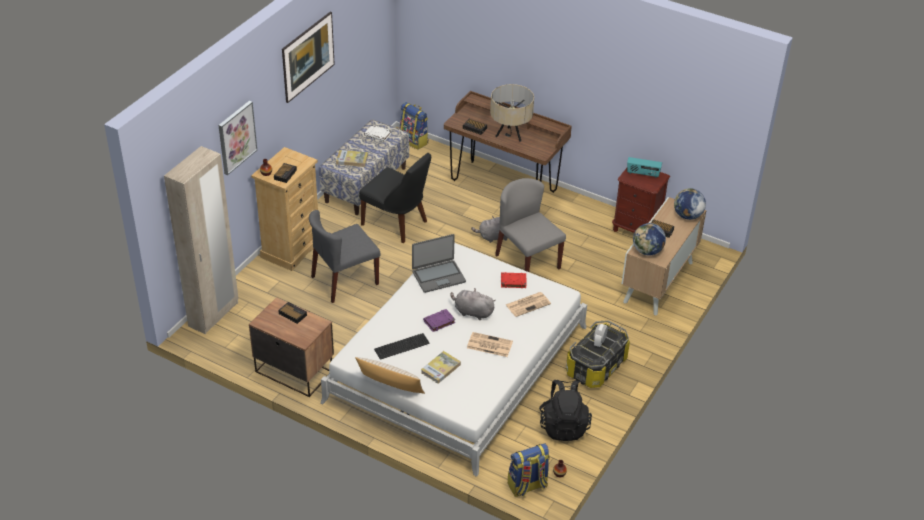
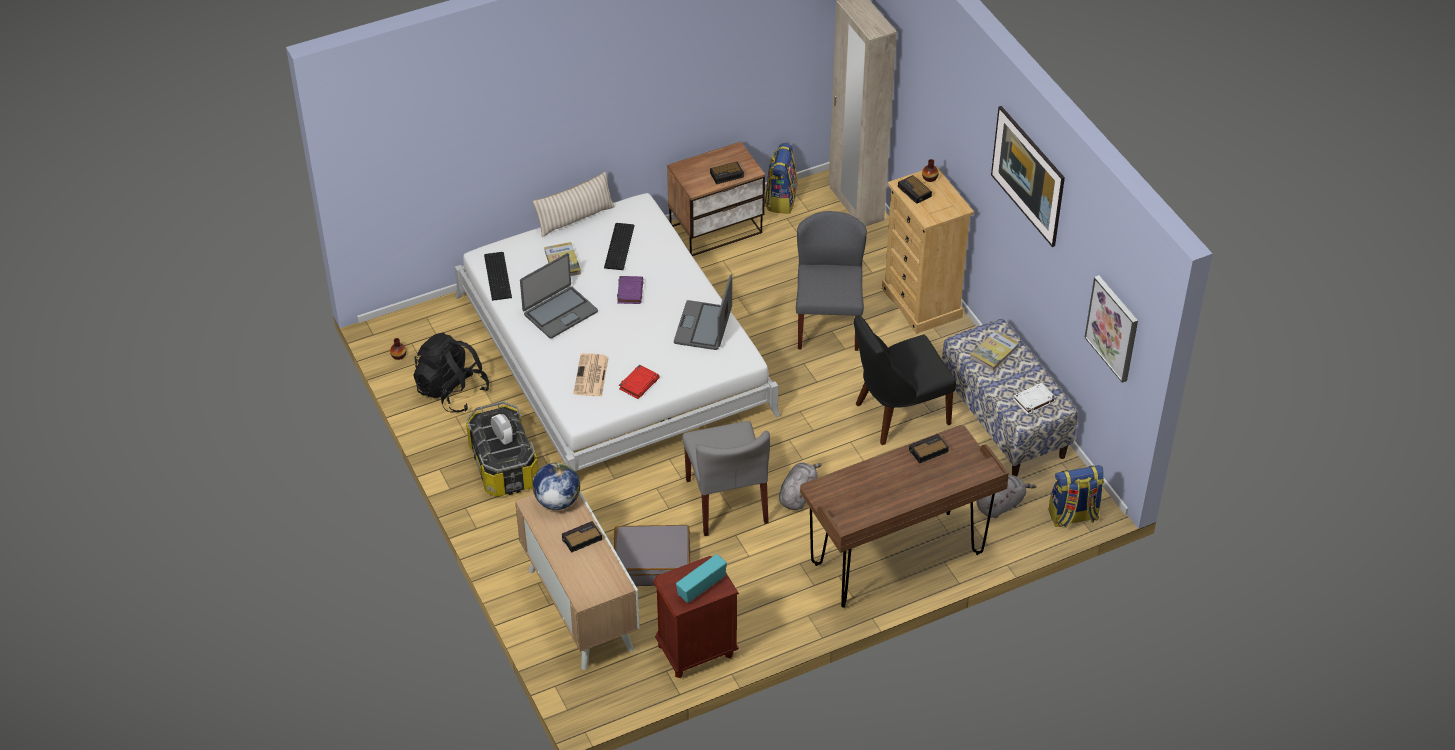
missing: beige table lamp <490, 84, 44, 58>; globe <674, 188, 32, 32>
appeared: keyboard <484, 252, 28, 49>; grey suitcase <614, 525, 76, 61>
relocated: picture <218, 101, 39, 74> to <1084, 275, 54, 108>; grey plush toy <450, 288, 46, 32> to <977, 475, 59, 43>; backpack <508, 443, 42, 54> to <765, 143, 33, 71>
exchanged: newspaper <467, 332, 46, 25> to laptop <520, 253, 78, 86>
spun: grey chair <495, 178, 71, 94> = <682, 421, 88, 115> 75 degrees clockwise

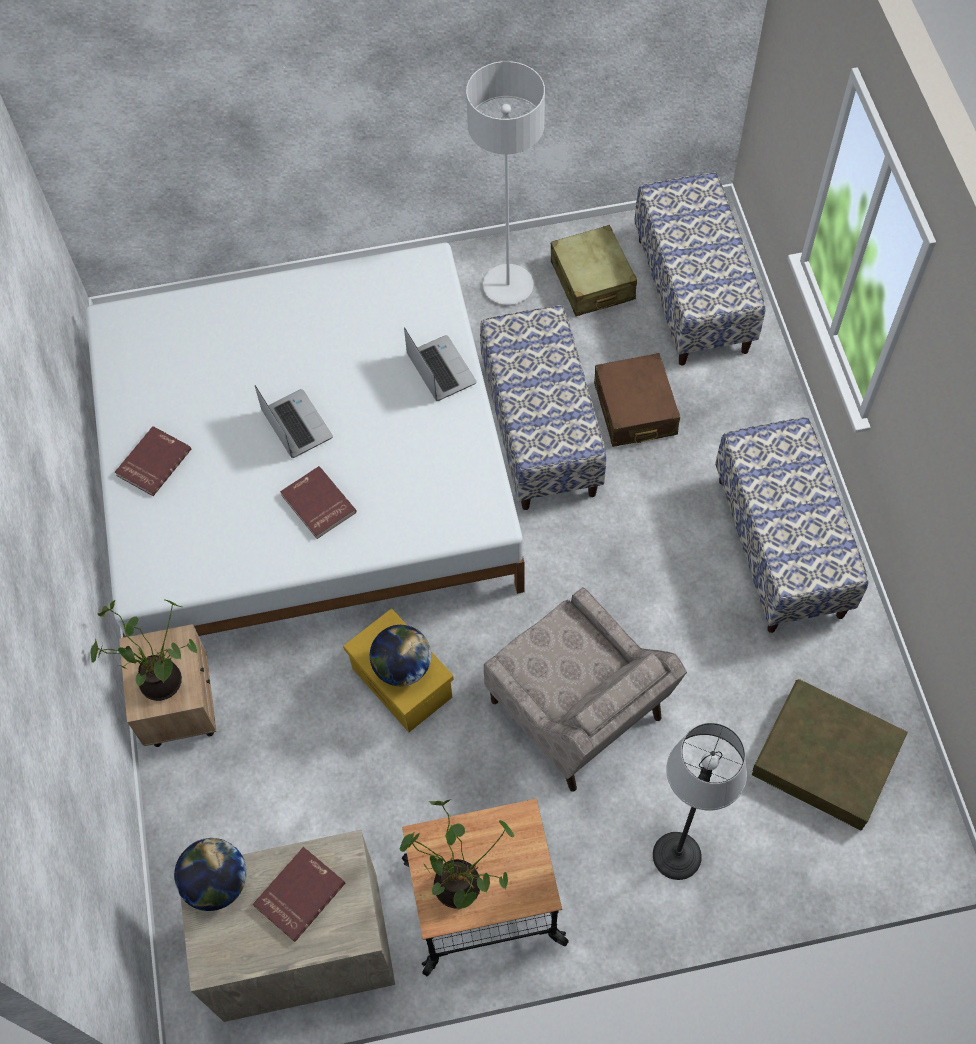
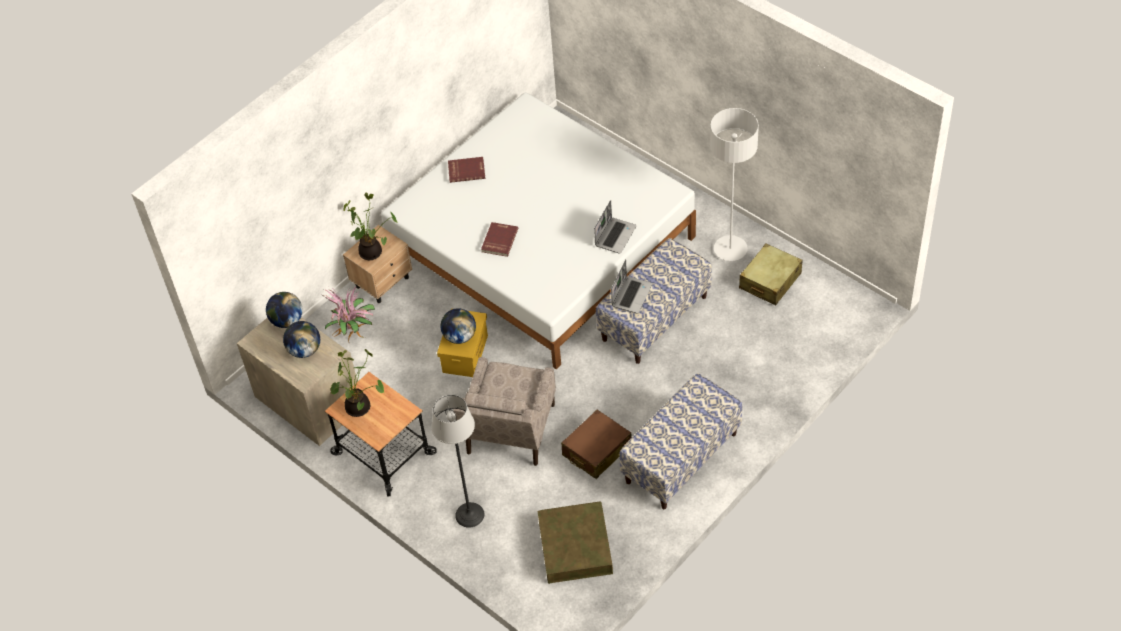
missing: bench <634, 172, 131, 194>
appeared: potted plant <324, 286, 51, 56>
relocated: brown suitcase <594, 353, 86, 94> to <561, 410, 70, 69>; laptop <255, 385, 78, 73> to <611, 259, 41, 54>
exchanged: red book <253, 847, 92, 95> to globe <283, 321, 37, 37>

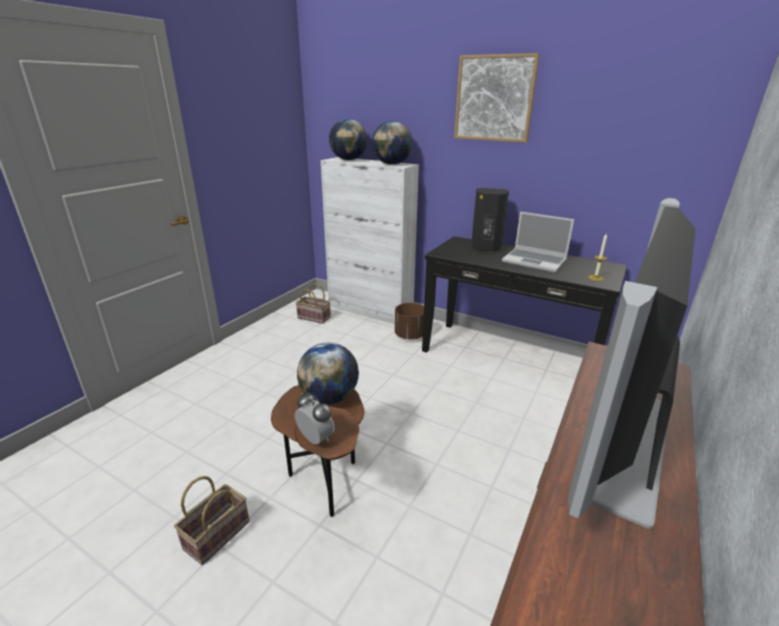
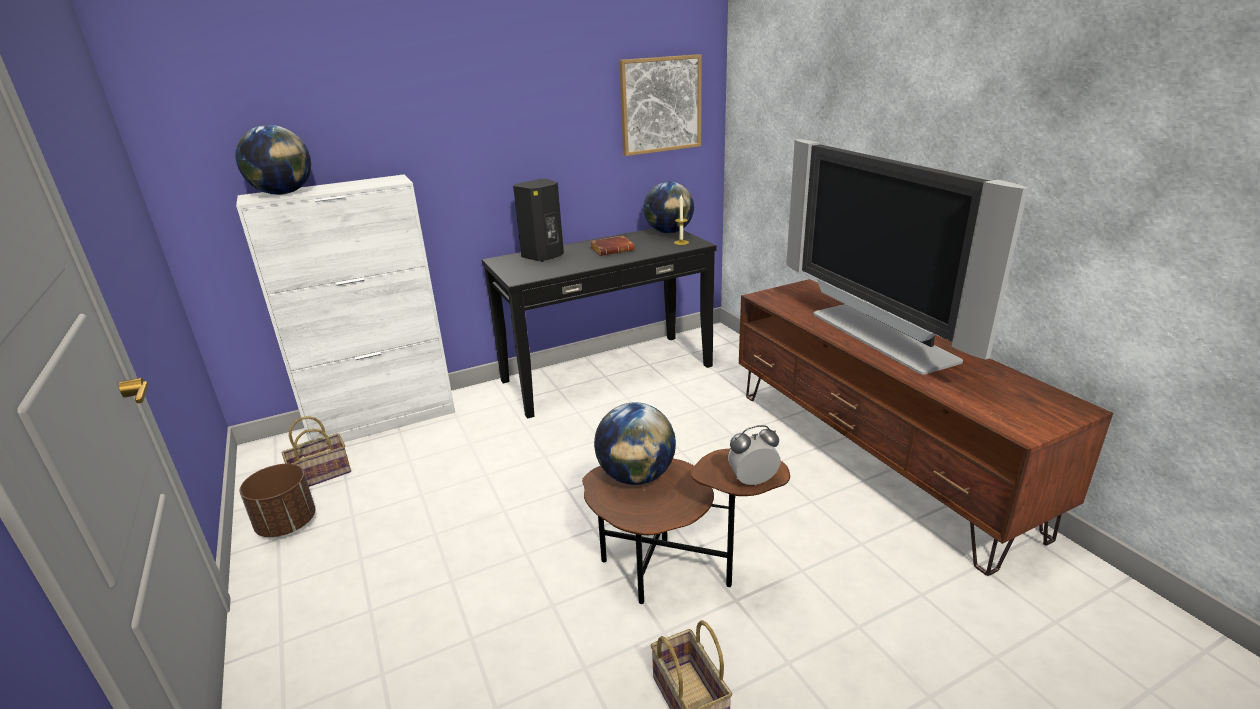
relocated: picture <454, 53, 86, 90> to <619, 54, 83, 102>; globe <372, 121, 41, 44> to <644, 182, 50, 51>; brown planter <395, 303, 29, 36> to <239, 464, 77, 73>
exchanged: laptop <502, 212, 72, 61> to brown book <590, 236, 45, 20>

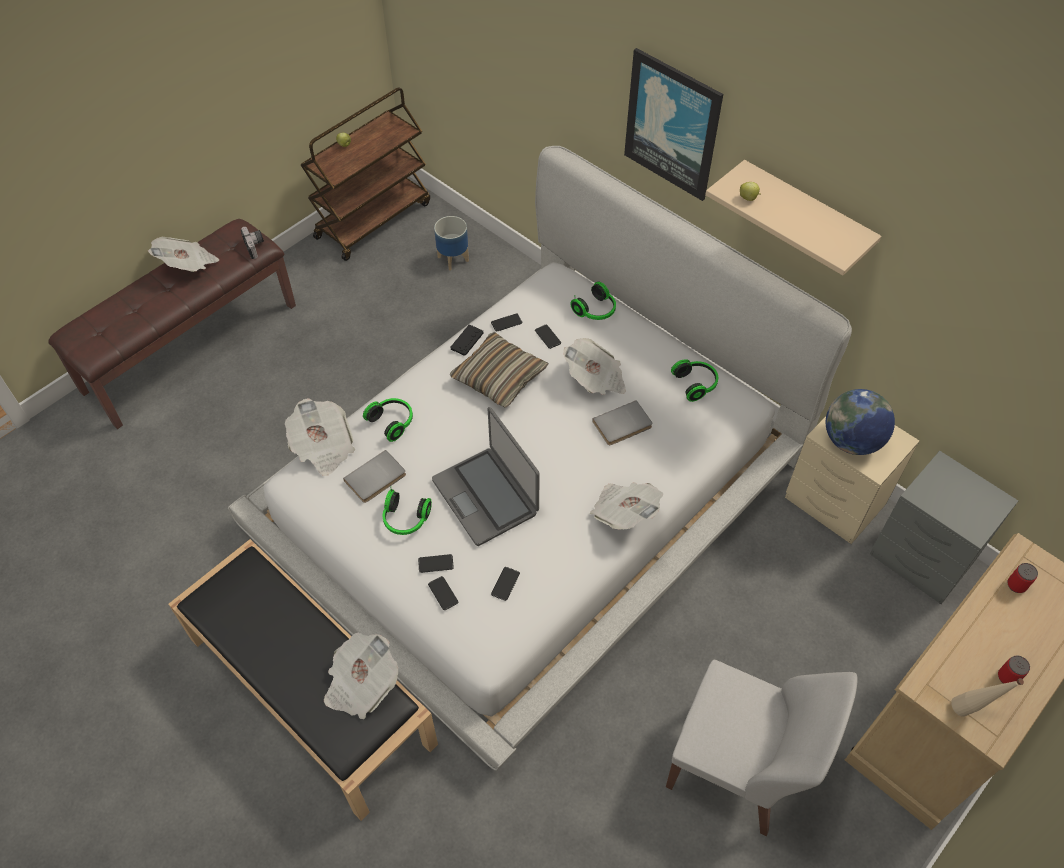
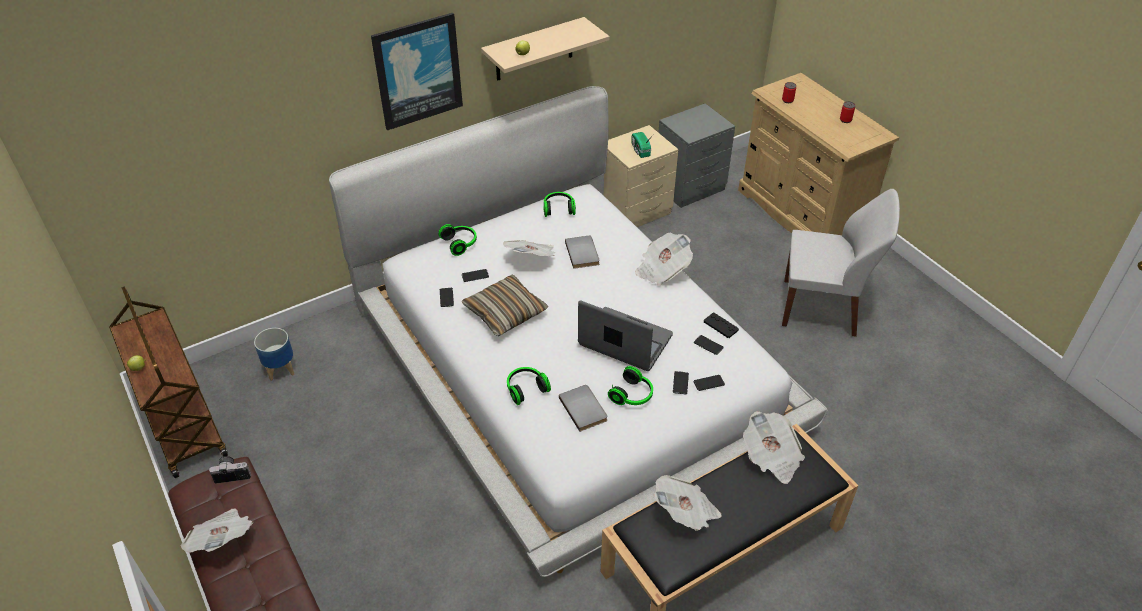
missing: beige bottle <951, 678, 73, 39>
relocated: black game controller <450, 325, 34, 31> to <704, 313, 35, 25>; newspaper <285, 398, 70, 78> to <653, 475, 68, 56>
exchanged: globe <826, 389, 69, 66> to radio <631, 132, 22, 26>
spun: laptop <432, 407, 108, 139> = <578, 300, 95, 71> 135 degrees counterclockwise; white chair <666, 660, 192, 176> = <782, 189, 118, 148> 60 degrees clockwise

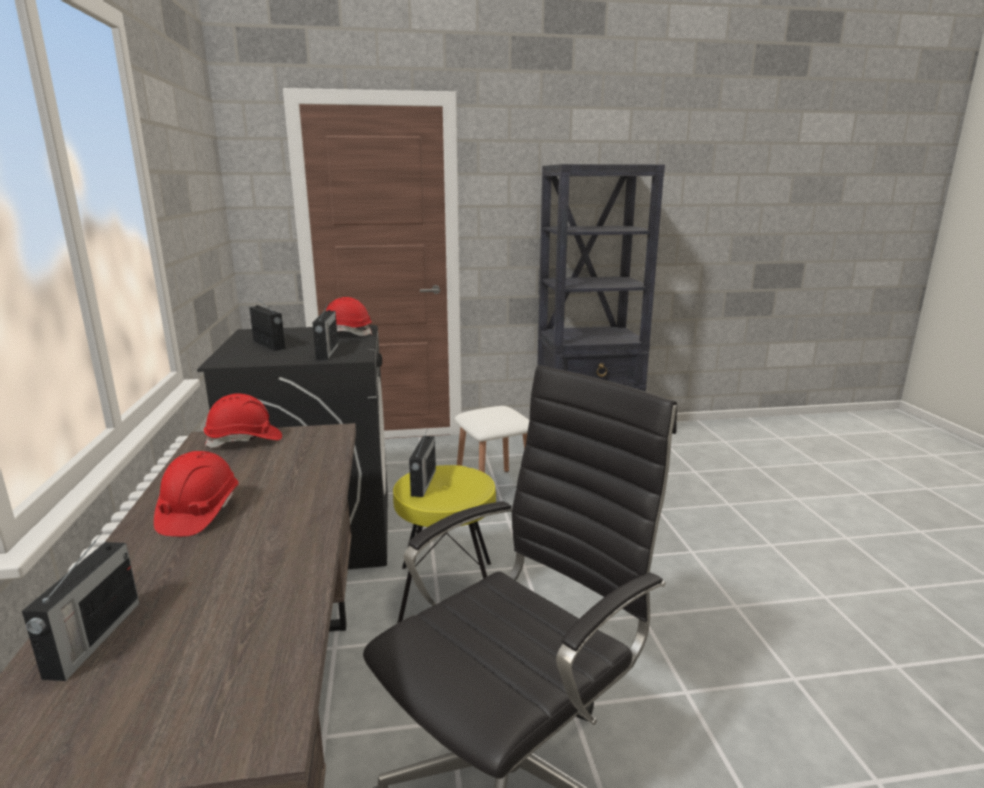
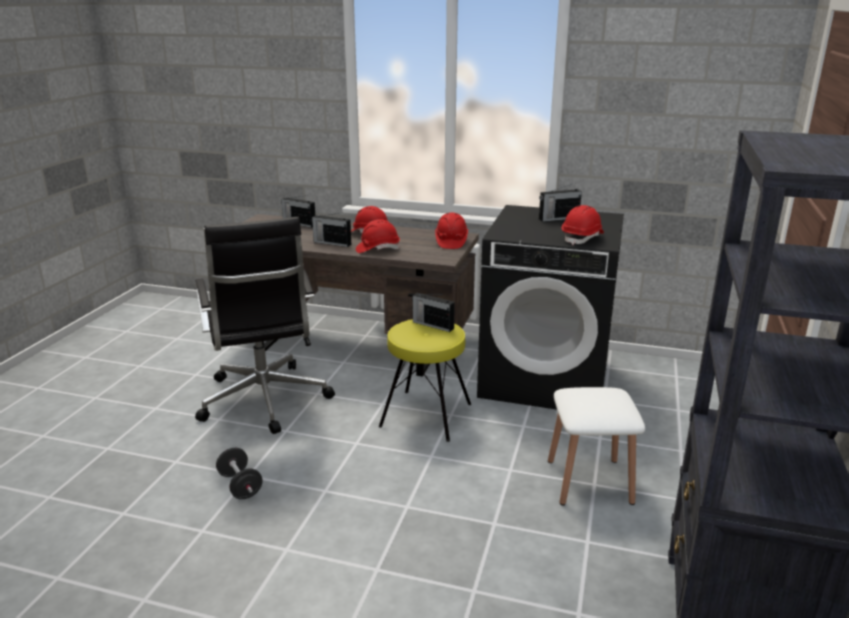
appeared: red hard hat <356, 219, 44, 34>; black dumbbell <216, 448, 47, 51>
relocated: radio <312, 303, 26, 57> to <312, 212, 39, 35>

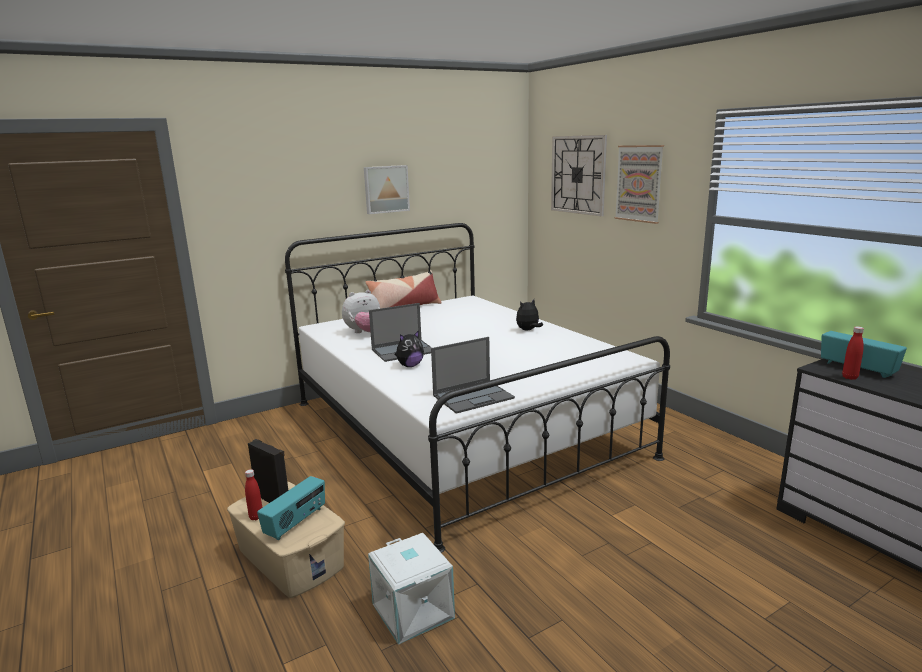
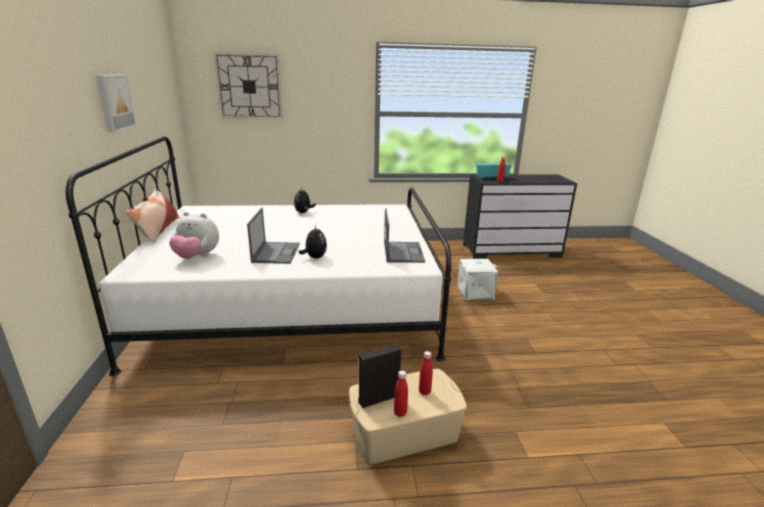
missing: picture <614, 145, 50, 79>
relocated: white storage box <368, 533, 87, 112> to <457, 259, 41, 41>
exchanged: radio <257, 476, 68, 65> to red bottle <419, 351, 14, 44>
spun: plush toy <342, 290, 39, 43> = <169, 212, 50, 47> 105 degrees clockwise

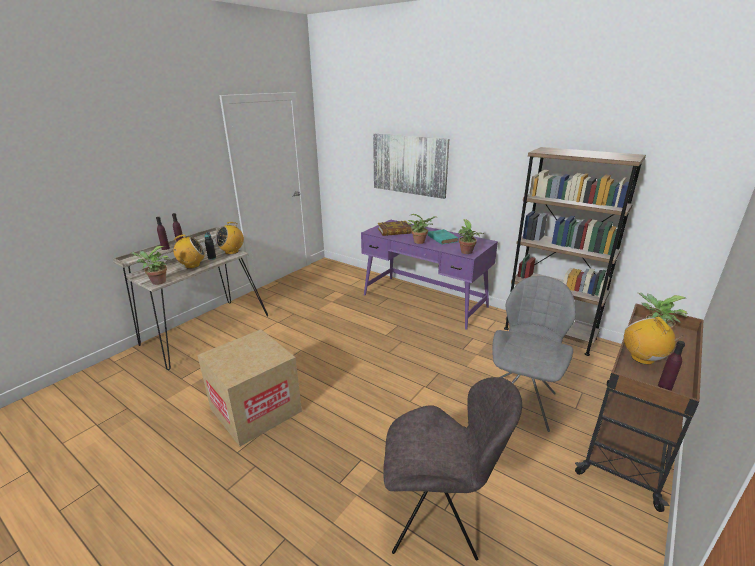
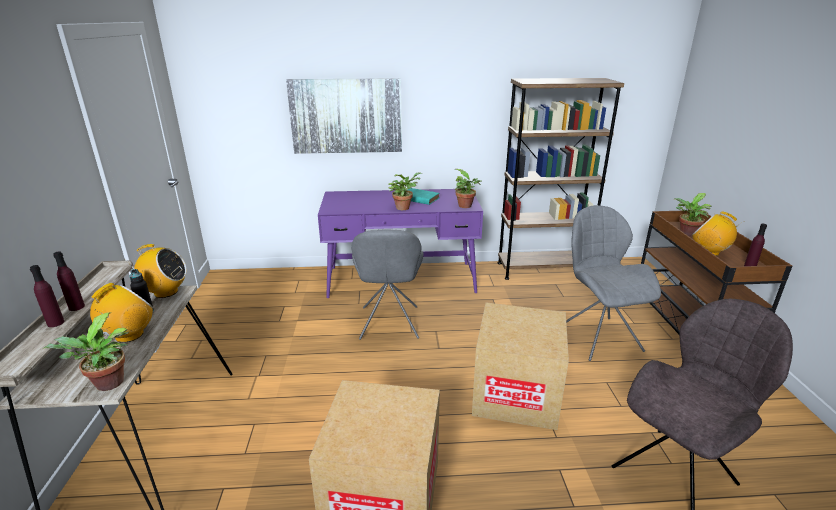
missing: book <378, 221, 34, 15>
appeared: grey chair <351, 230, 72, 110>; cardboard box <472, 302, 97, 128>
spun: radio <215, 222, 29, 32> = <124, 244, 63, 54> 90 degrees counterclockwise

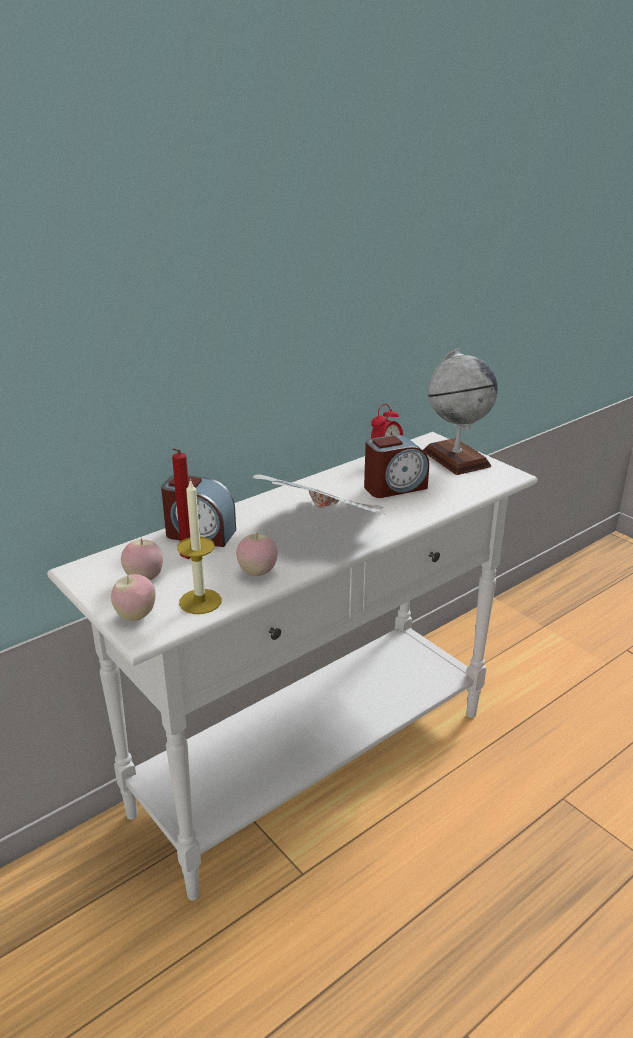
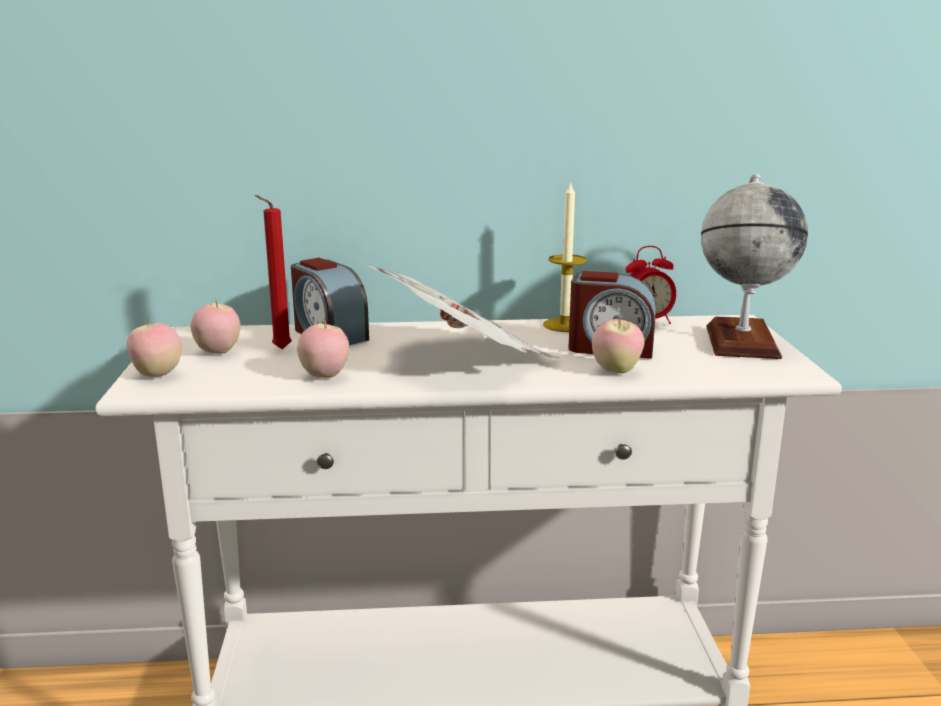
appeared: apple <592, 315, 53, 58>
relocated: candle <177, 479, 45, 135> to <543, 180, 44, 152>

